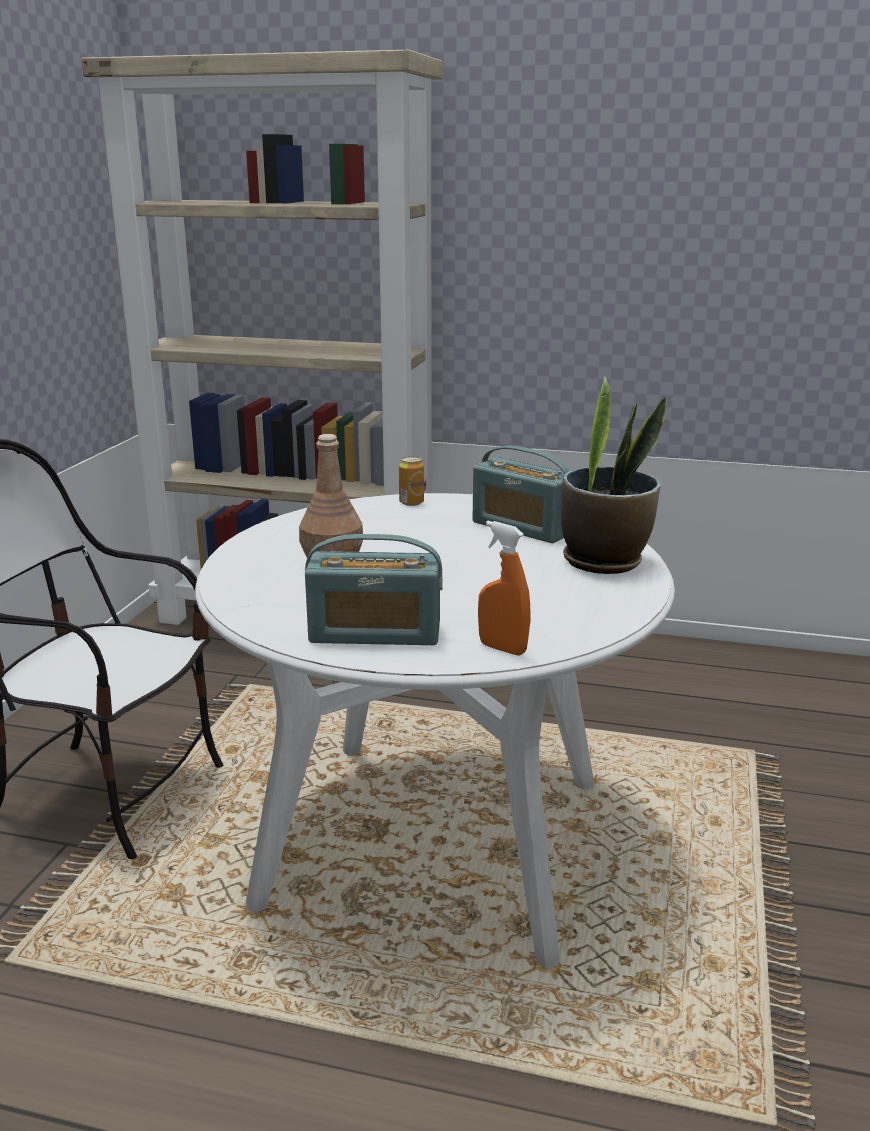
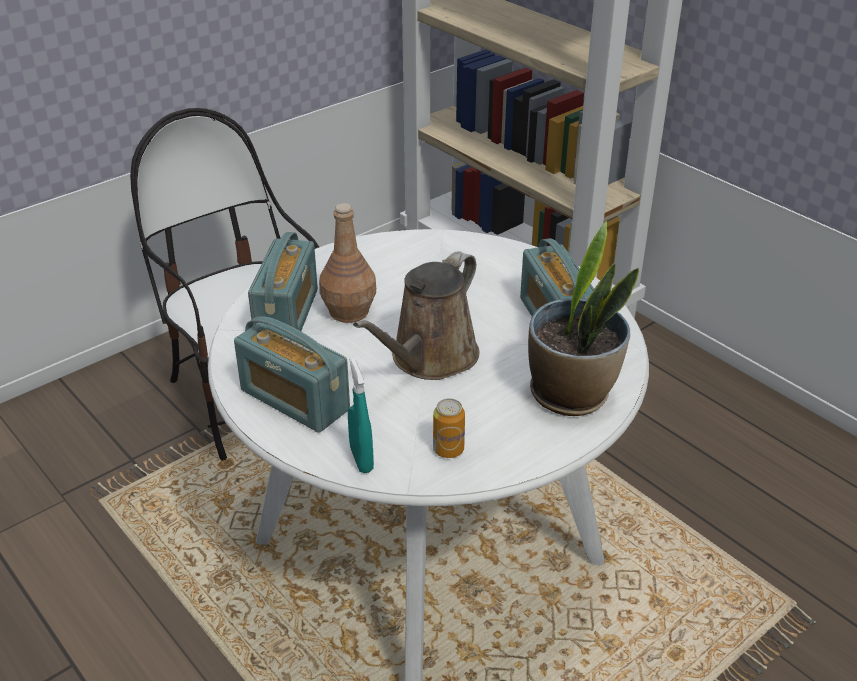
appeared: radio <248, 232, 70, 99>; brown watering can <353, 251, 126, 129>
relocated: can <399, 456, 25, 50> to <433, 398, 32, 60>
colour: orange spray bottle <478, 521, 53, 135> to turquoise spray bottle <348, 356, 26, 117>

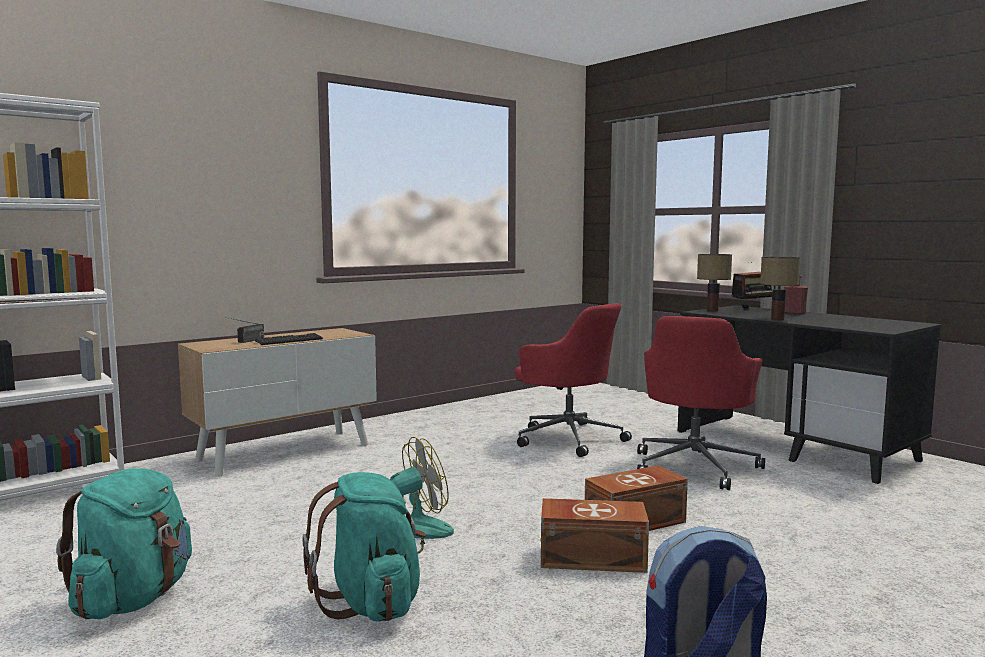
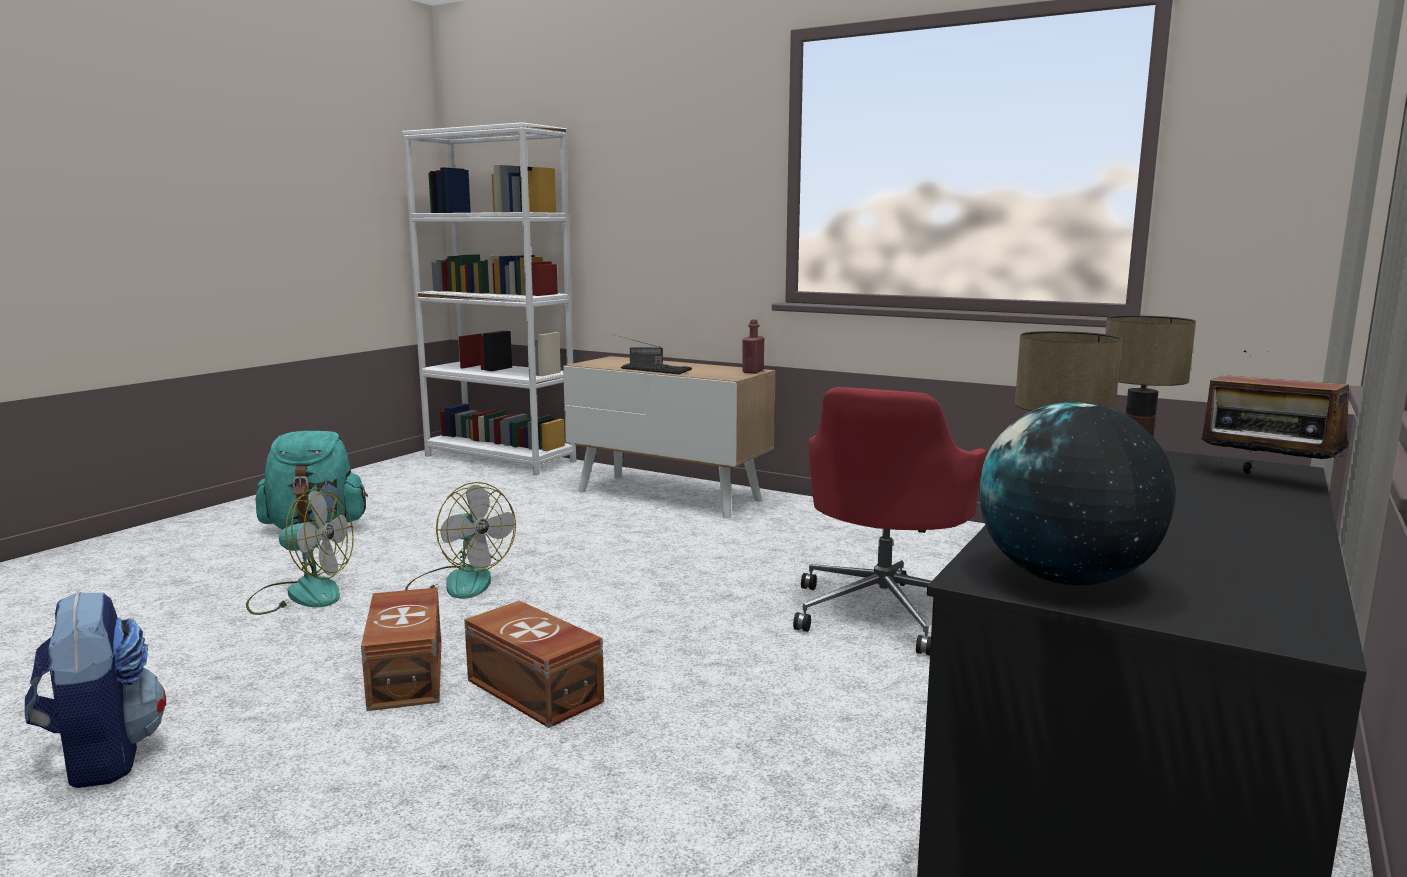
missing: red office chair <637, 316, 128, 174>
appeared: globe <979, 402, 197, 183>
relocated: red bottle <784, 275, 24, 40> to <742, 319, 22, 55>
exchanged: turquoise backpack <302, 472, 124, 150> to fan <246, 488, 108, 127>

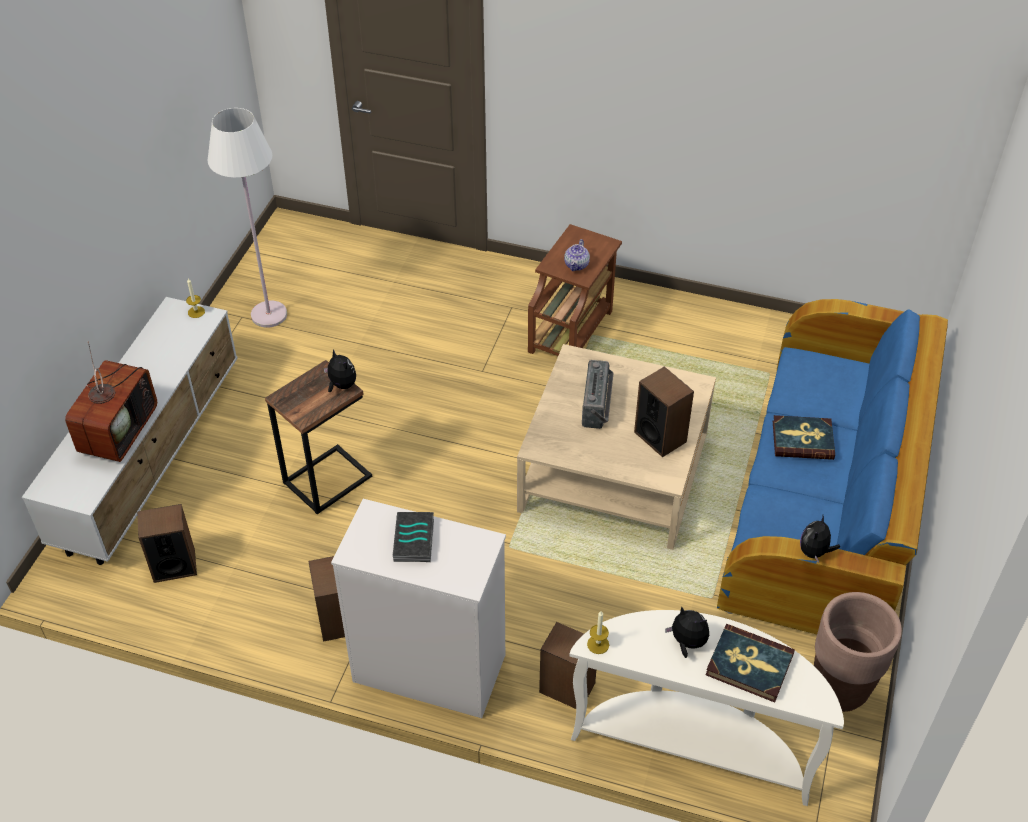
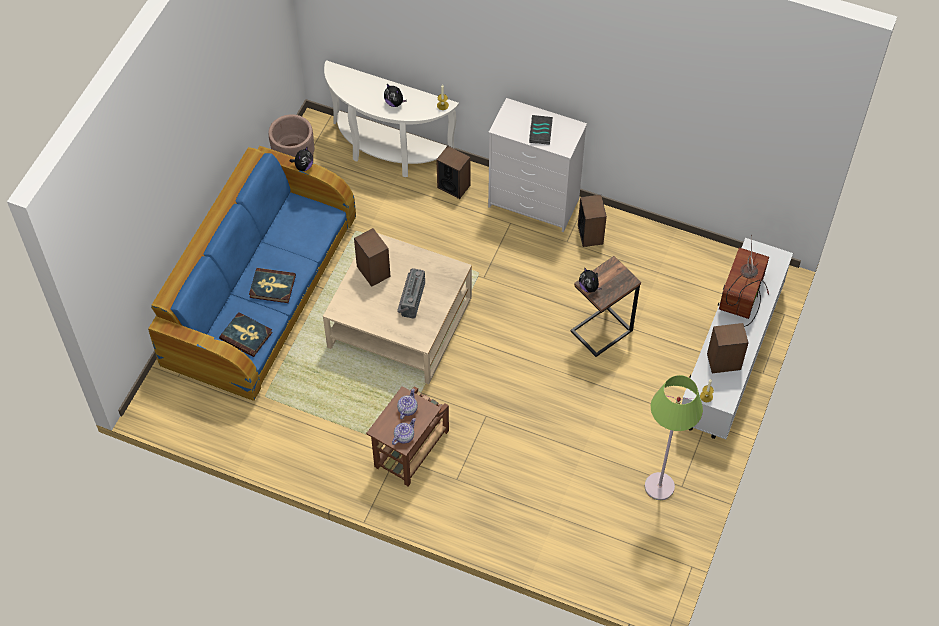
appeared: teapot <392, 418, 24, 27>
relocated: speaker <137, 504, 60, 79> to <707, 323, 42, 50>; book <705, 624, 90, 78> to <219, 312, 54, 45>
colour: white floor lamp <208, 108, 79, 220> to green floor lamp <645, 375, 58, 125>

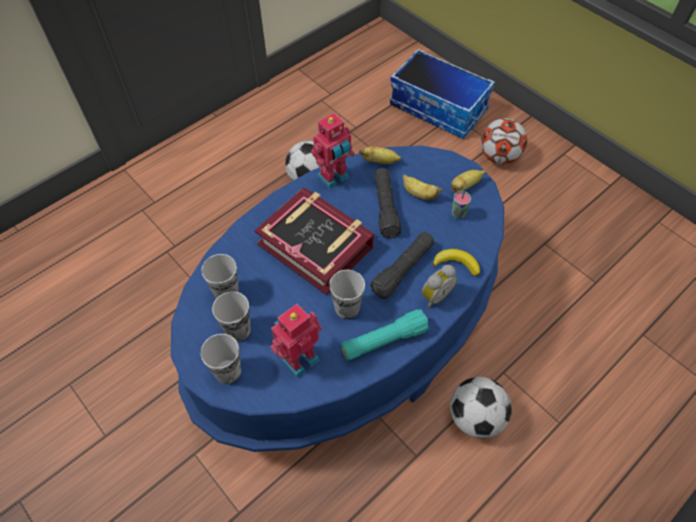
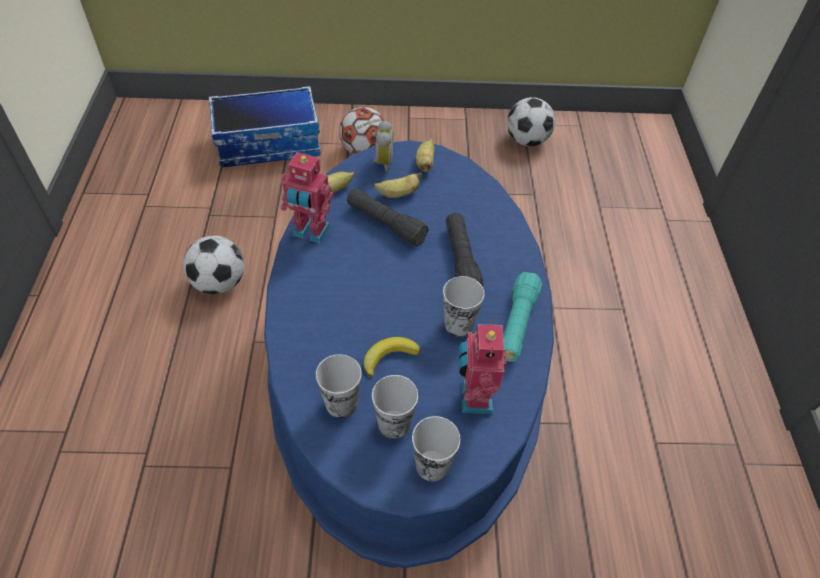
missing: book <254, 187, 120, 108>; cup <452, 188, 19, 32>
relocated: banana <433, 249, 47, 27> to <364, 337, 56, 41>; alarm clock <422, 265, 35, 43> to <373, 120, 20, 53>; football <450, 377, 62, 62> to <507, 97, 48, 50>
spun: toy robot <311, 113, 44, 76> = <281, 152, 53, 92> 105 degrees clockwise

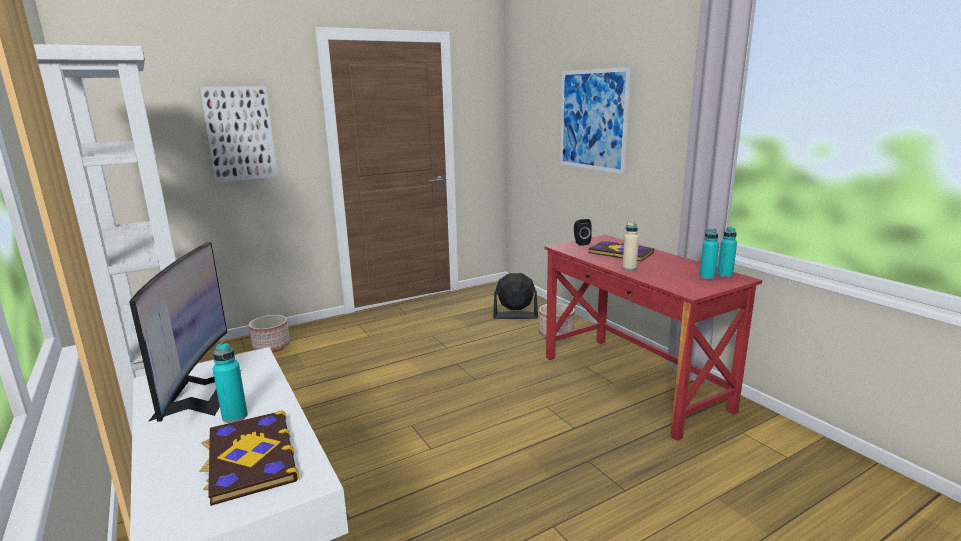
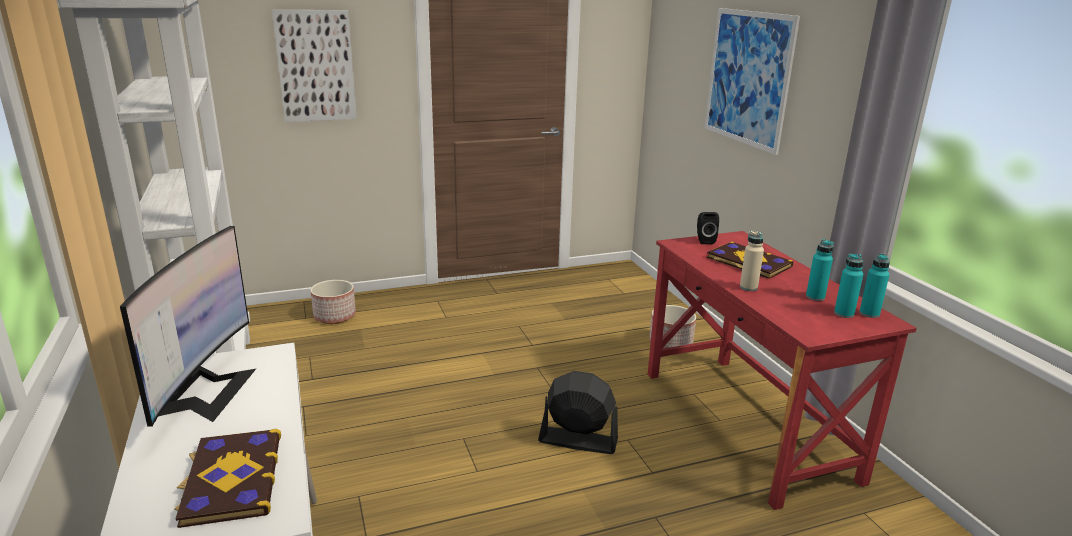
relocated: black fan <493, 273, 45, 46> to <538, 371, 80, 83>; turquoise bottle <213, 342, 35, 81> to <806, 239, 28, 62>

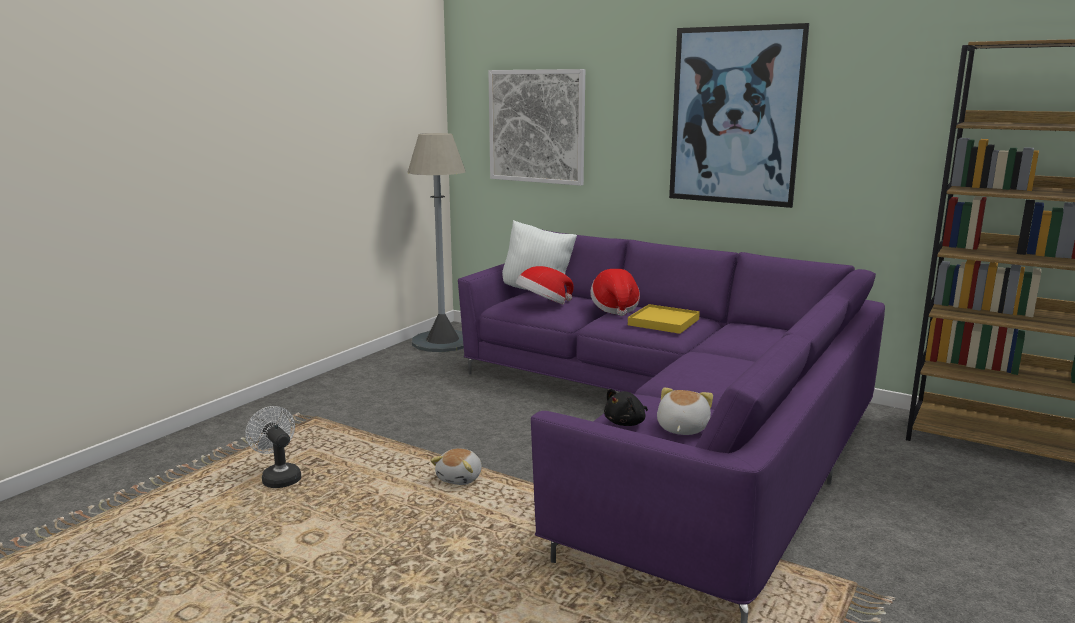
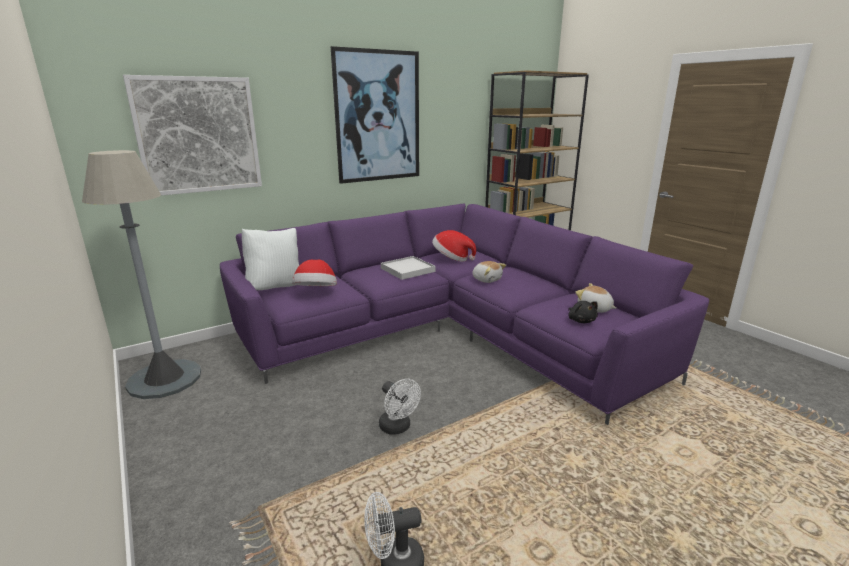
appeared: white fan <379, 378, 42, 57>
relocated: hat <590, 269, 50, 47> to <432, 230, 44, 32>; plush toy <430, 448, 52, 37> to <473, 261, 33, 22>
colour: yellow tray <628, 304, 72, 30> to white tray <381, 256, 54, 24>

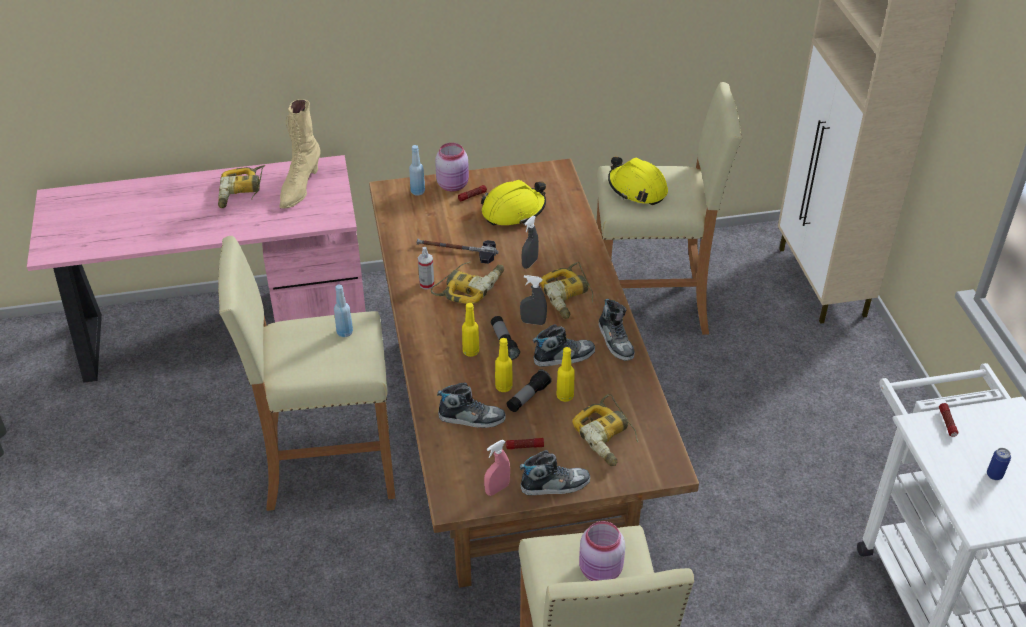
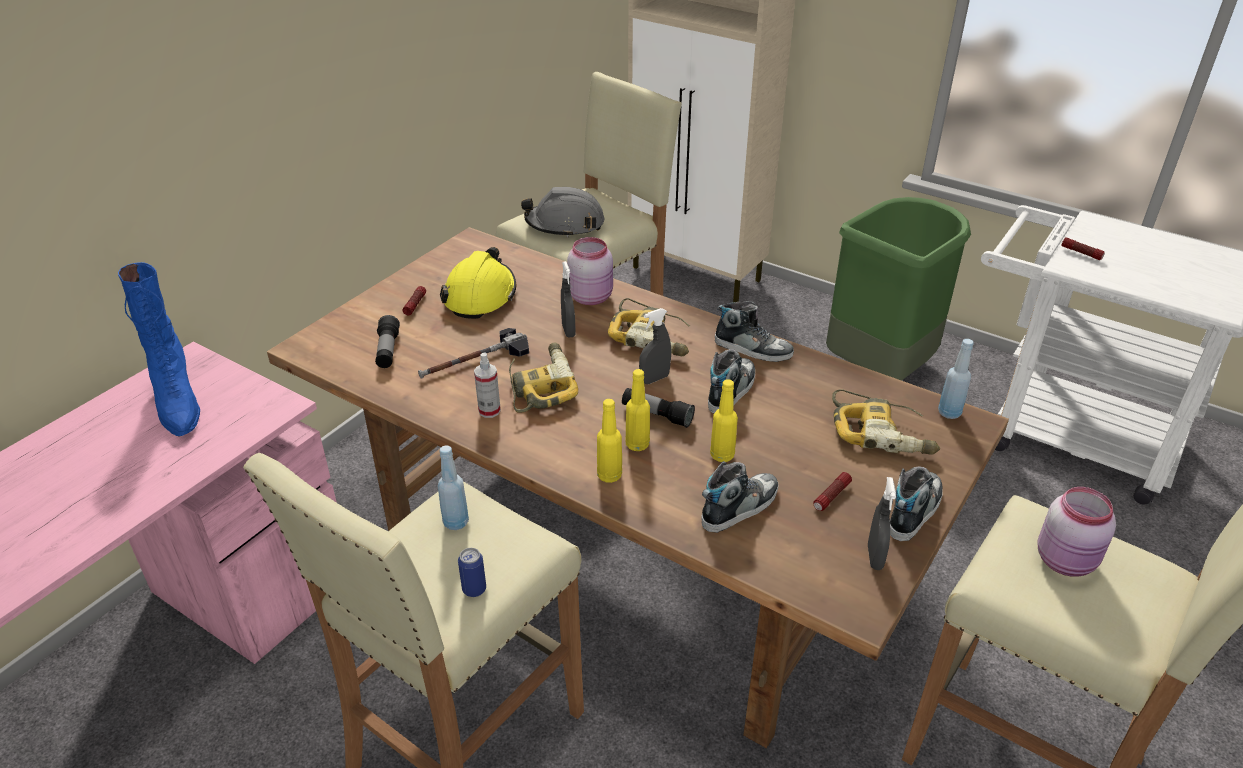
missing: power drill <218, 165, 47, 43>
appeared: green trash can <826, 197, 145, 184>
relocated: pink jar <435, 143, 34, 48> to <567, 237, 46, 68>; blue bottle <409, 145, 16, 50> to <938, 339, 36, 80>; yellow bottle <556, 347, 19, 55> to <597, 399, 25, 84>; flashlight <507, 369, 45, 43> to <375, 315, 25, 53>; can <987, 448, 24, 32> to <458, 548, 28, 49>
colour: beige boot <279, 99, 41, 109> to blue boot <118, 262, 82, 175>; yellow hard hat <608, 157, 60, 48> to grey hard hat <521, 187, 83, 51>; pink spray bottle <484, 440, 26, 56> to grey spray bottle <868, 477, 28, 93>

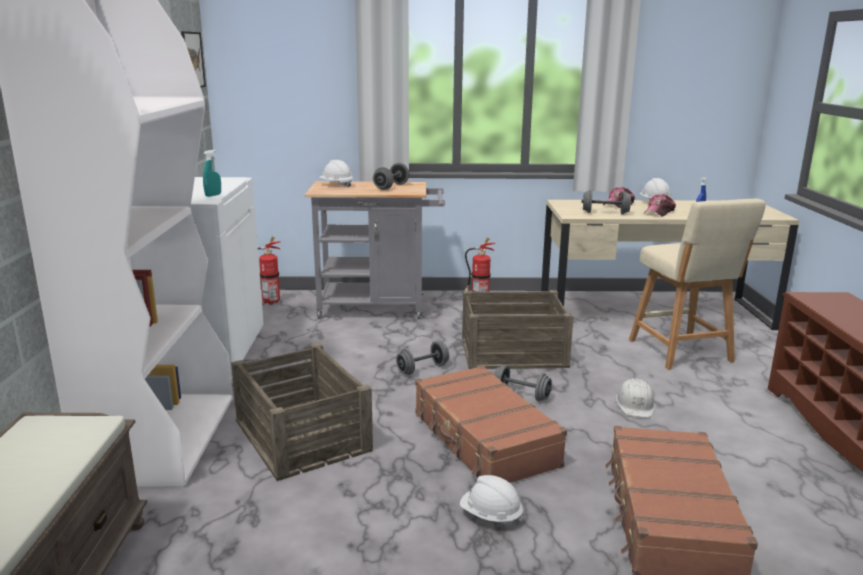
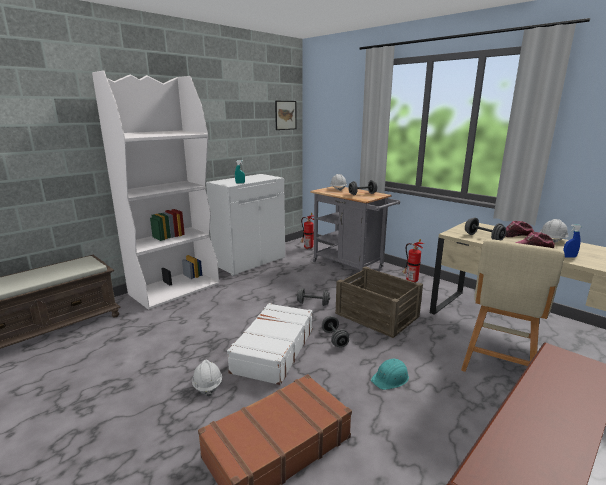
missing: crate <231, 343, 142, 138>
colour: brown suitcase <415, 365, 152, 118> to white suitcase <227, 303, 85, 82>; white hard hat <616, 378, 39, 40> to turquoise hard hat <371, 359, 38, 31>

